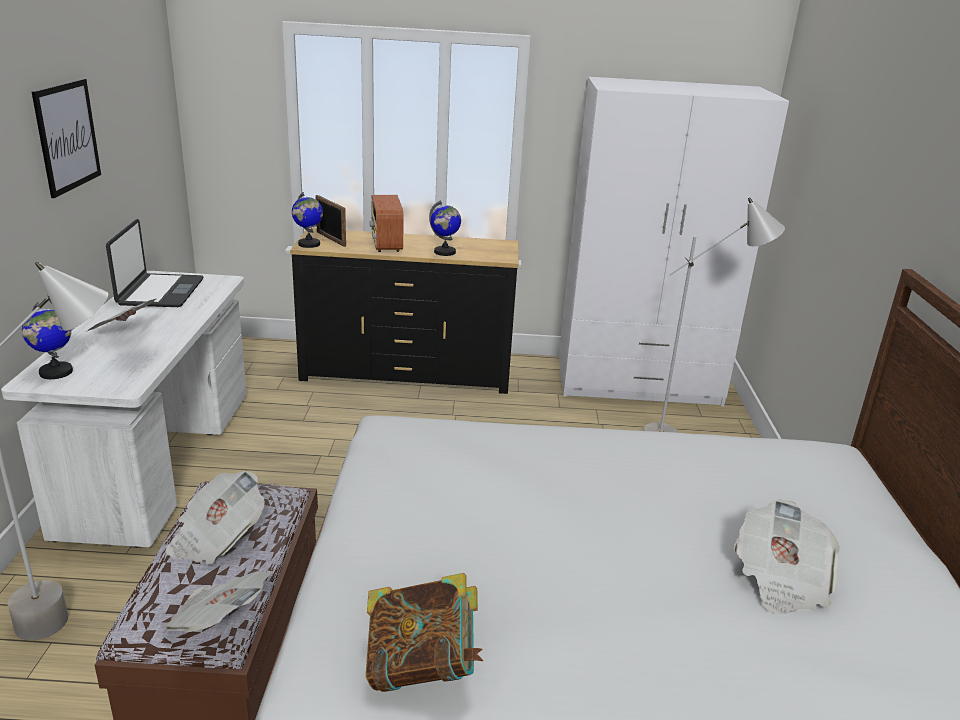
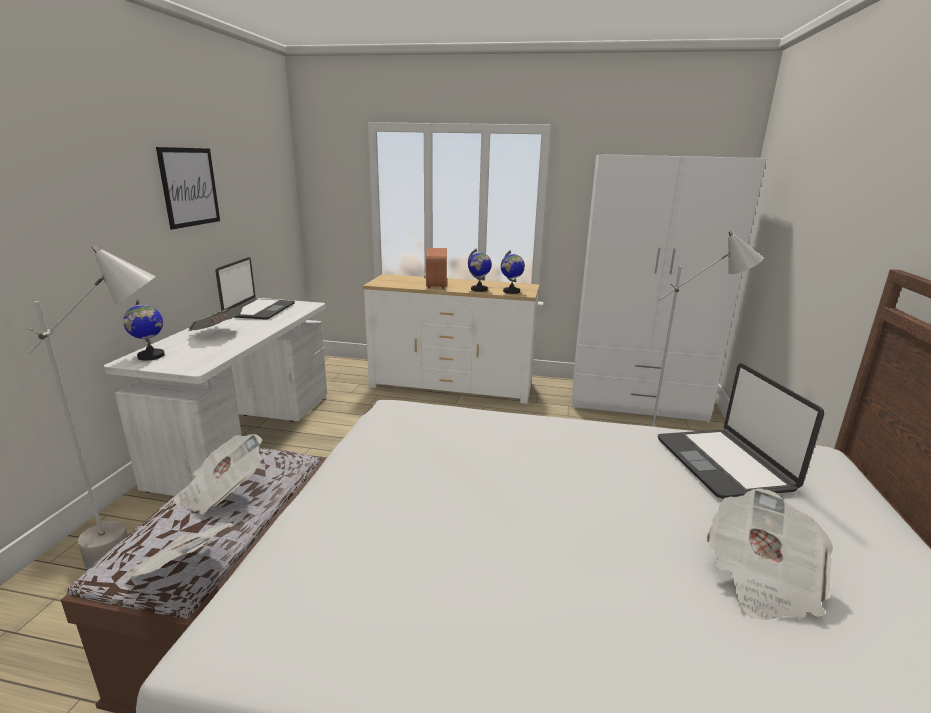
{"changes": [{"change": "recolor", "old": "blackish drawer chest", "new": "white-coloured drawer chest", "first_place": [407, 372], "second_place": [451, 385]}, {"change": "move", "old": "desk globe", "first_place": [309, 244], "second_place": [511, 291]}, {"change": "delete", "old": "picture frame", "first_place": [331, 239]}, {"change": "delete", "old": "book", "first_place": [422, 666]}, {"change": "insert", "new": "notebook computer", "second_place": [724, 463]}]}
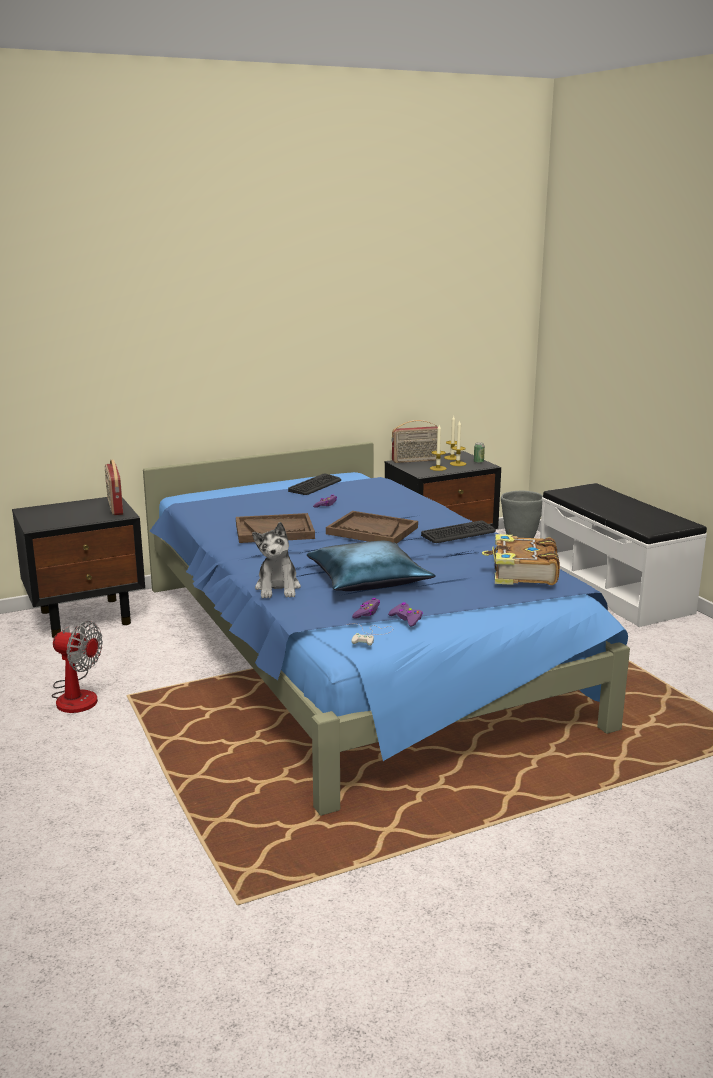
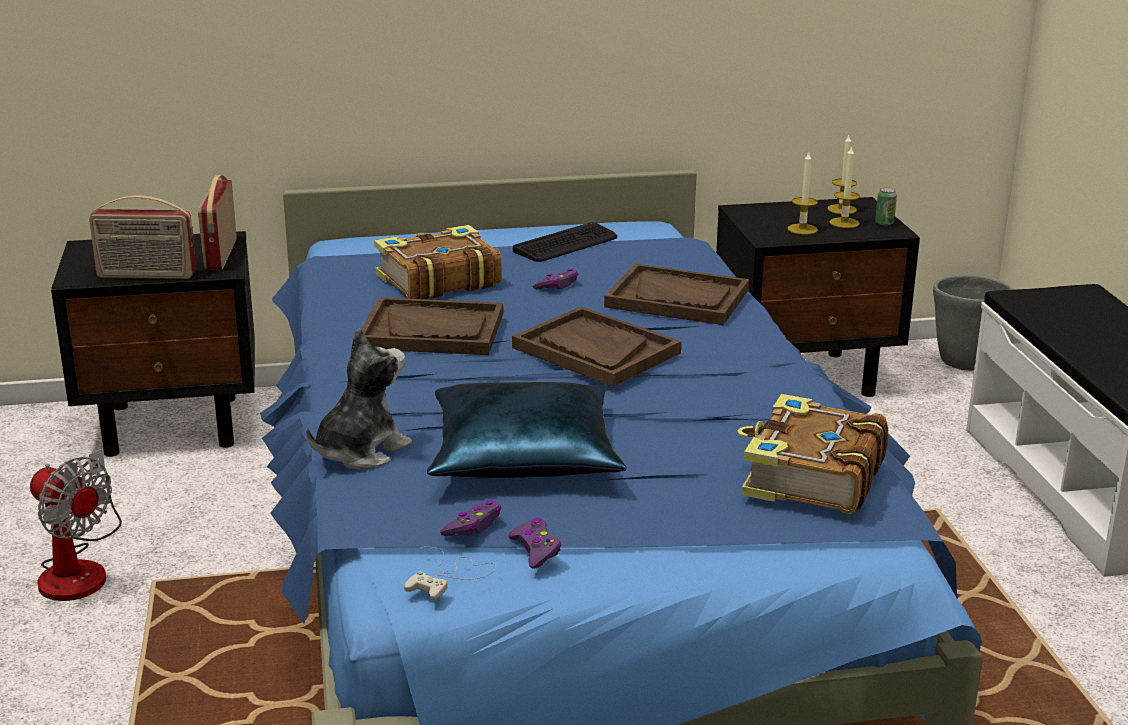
{"changes": [{"change": "rotate", "old": "plush toy", "first_place": [278, 588], "second_place": [360, 451], "degrees": -150}, {"change": "move", "old": "radio", "first_place": [416, 461], "second_place": [146, 276]}, {"change": "delete", "old": "PC keyboard", "first_place": [459, 533]}, {"change": "insert", "new": "book", "second_place": [437, 280]}, {"change": "insert", "new": "brown serving tray", "second_place": [677, 298]}]}
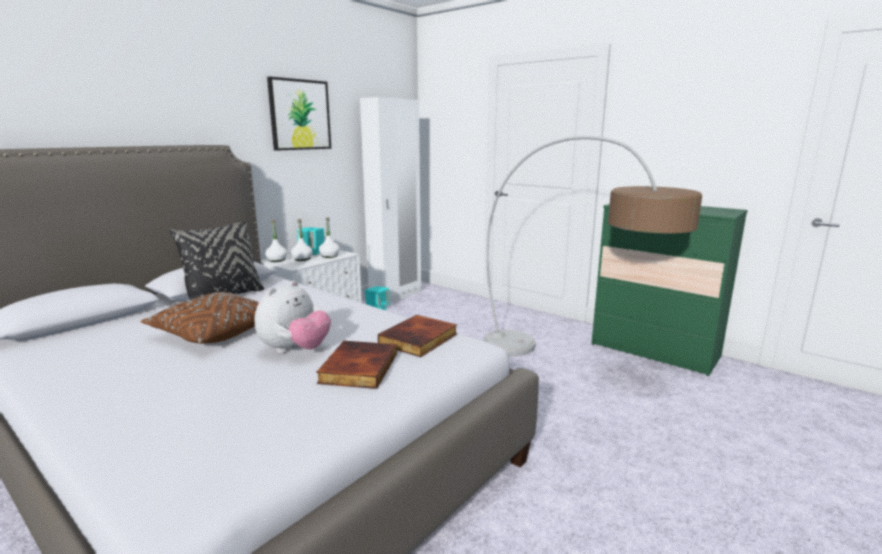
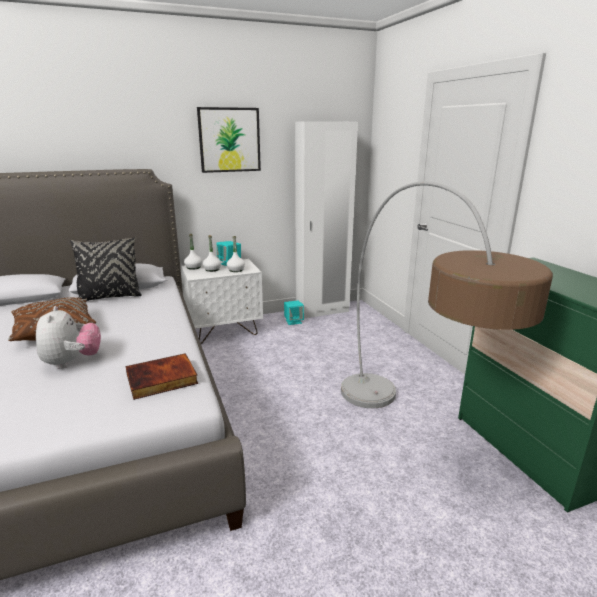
{"changes": [{"change": "rotate", "old": "plush toy", "first_place": [295, 350], "second_place": [72, 362], "degrees": -75}, {"change": "delete", "old": "book", "first_place": [357, 368]}]}
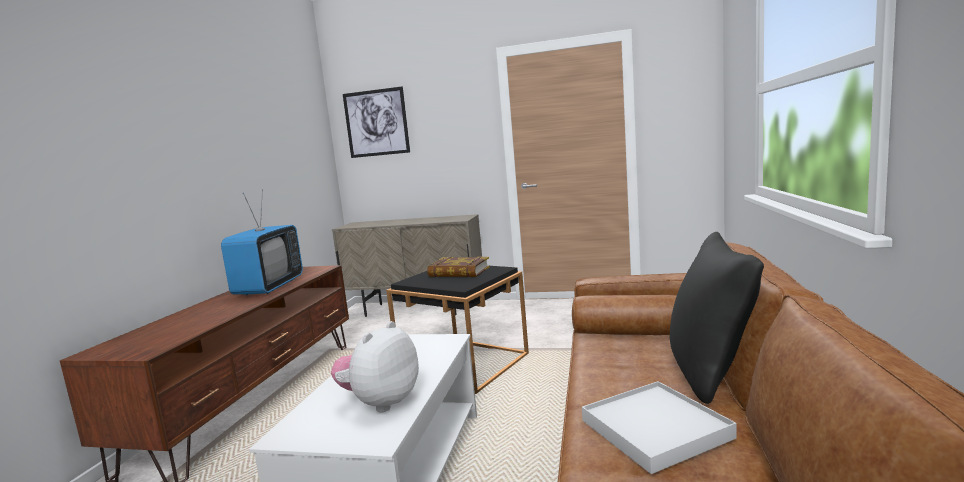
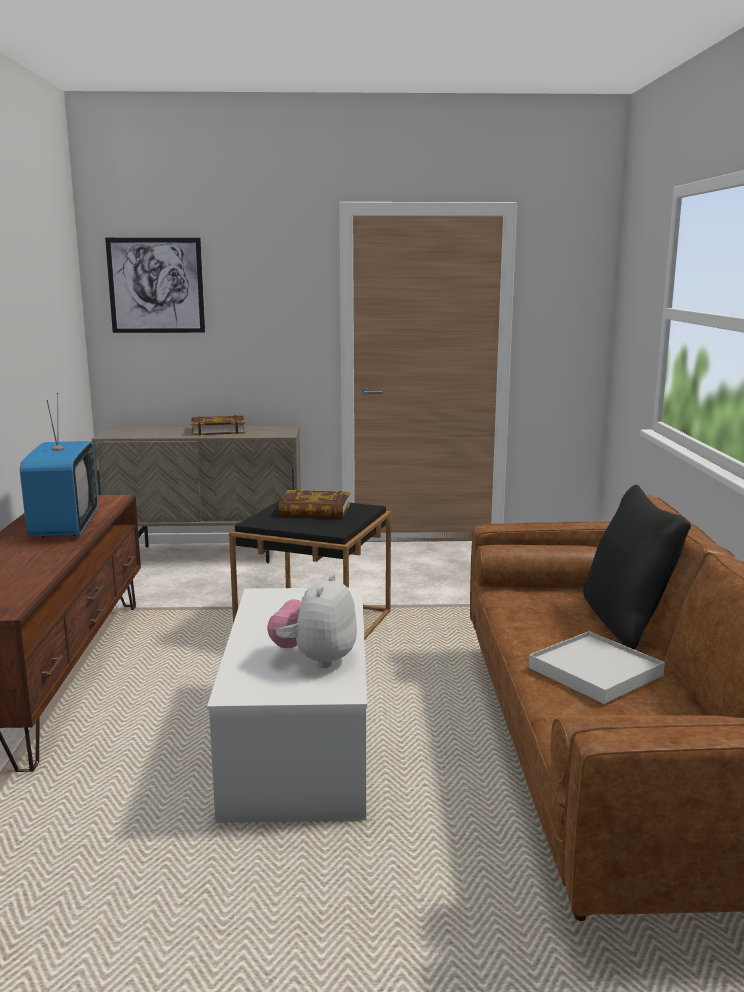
{"changes": [{"change": "insert", "new": "book", "second_place": [218, 430]}]}
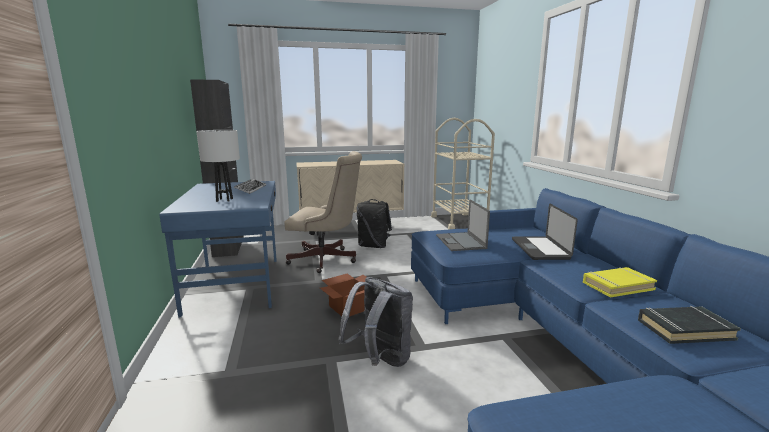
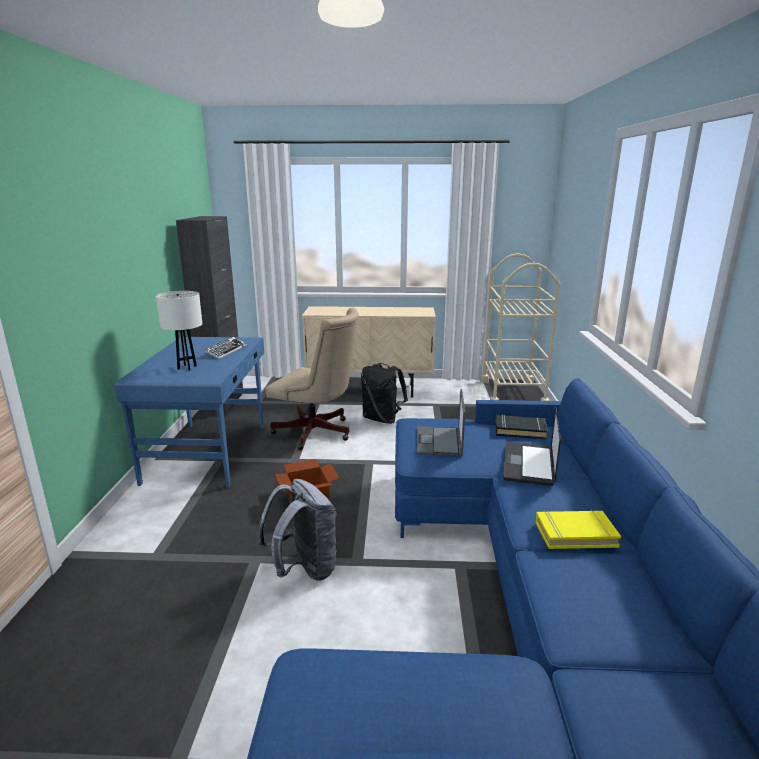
{"changes": [{"change": "move", "old": "blackish book", "first_place": [684, 329], "second_place": [520, 430]}]}
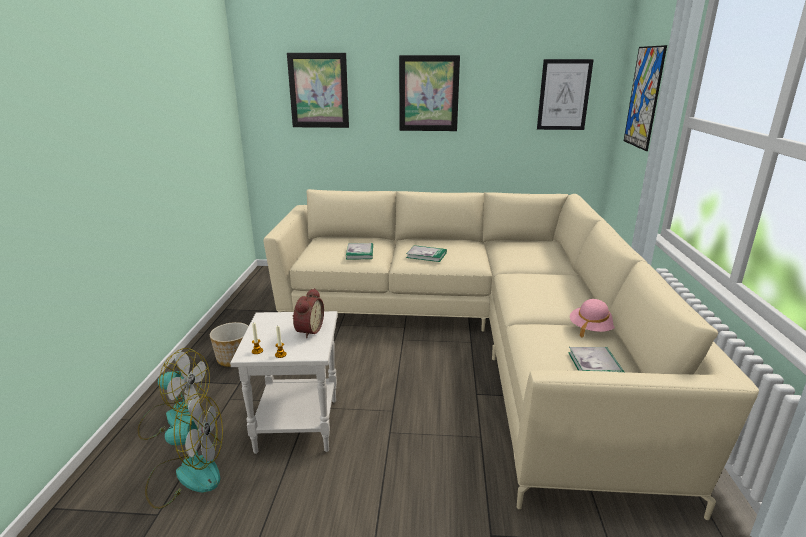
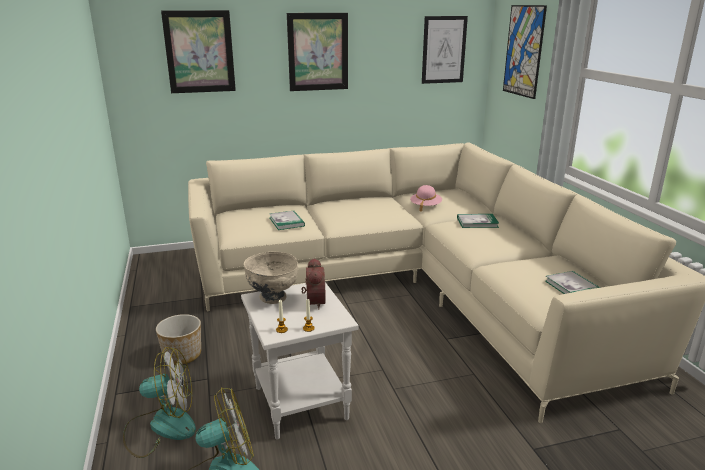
{"changes": [{"change": "move", "old": "book", "first_place": [426, 255], "second_place": [477, 222]}, {"change": "move", "old": "pink wearable hat", "first_place": [591, 328], "second_place": [425, 206]}, {"change": "insert", "new": "beige-coloured serving bowl", "second_place": [273, 298]}]}
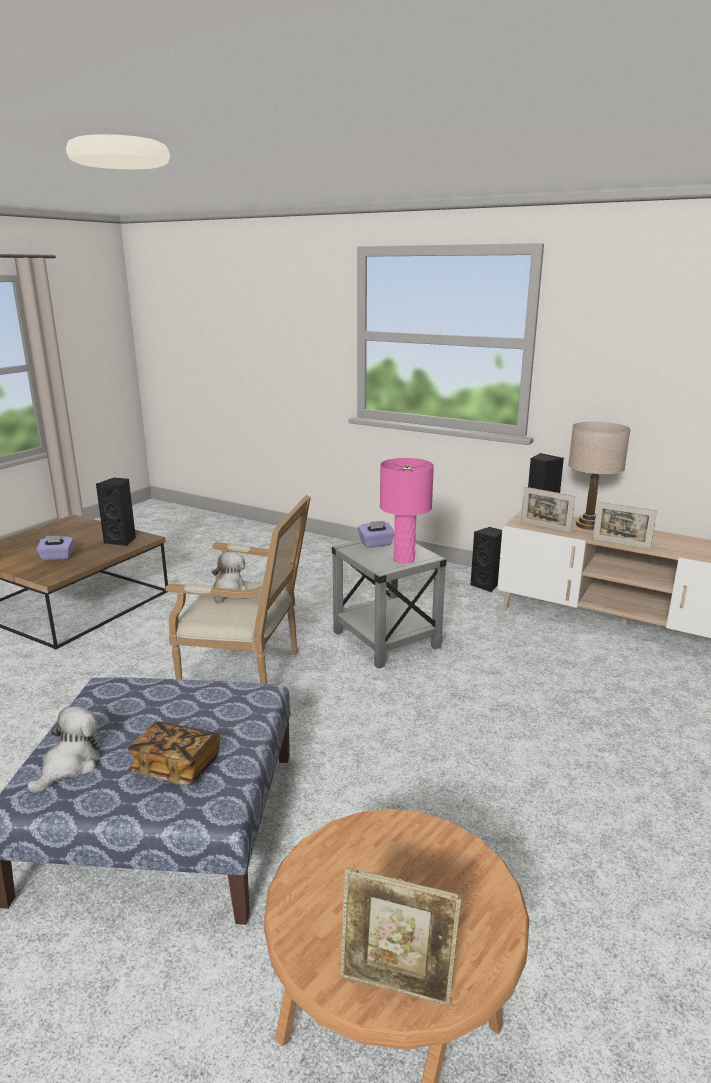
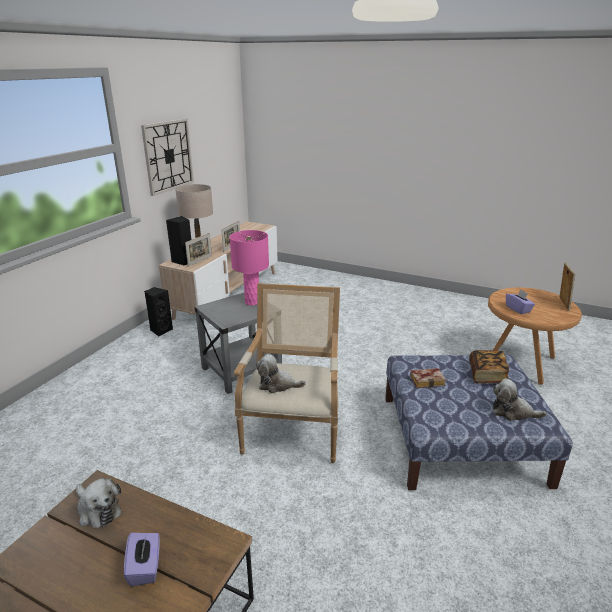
{"changes": [{"change": "replace", "old": "blackish speaker", "new": "plush toy", "first_place": [122, 541], "second_place": [98, 510]}, {"change": "move", "old": "purple tissue holder", "first_place": [376, 544], "second_place": [518, 309]}, {"change": "insert", "new": "hanging clock", "second_place": [168, 156]}, {"change": "insert", "new": "book", "second_place": [428, 380]}]}
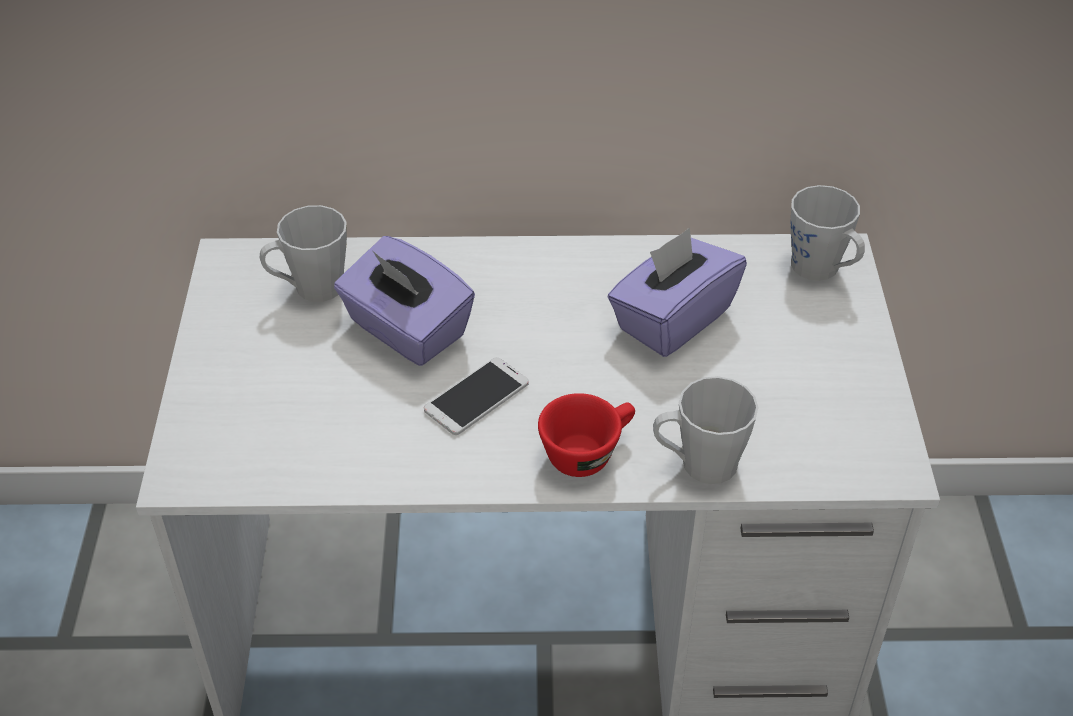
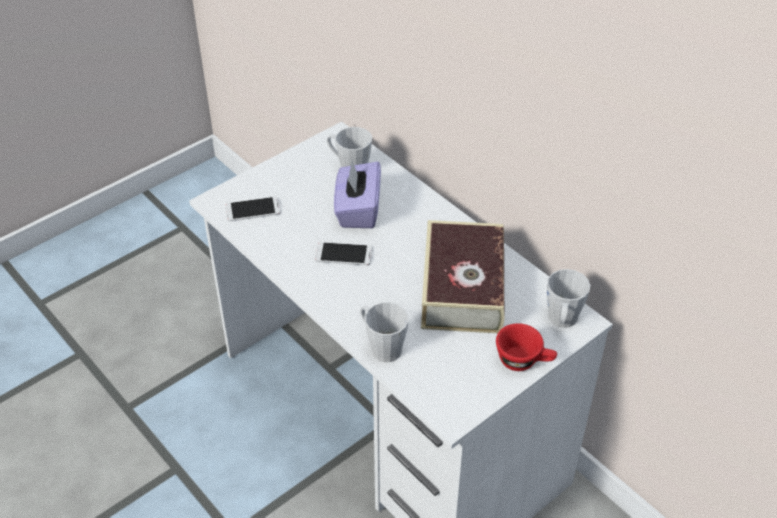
{"changes": [{"change": "move", "old": "red-coloured drinking cup", "first_place": [588, 452], "second_place": [524, 361]}, {"change": "replace", "old": "purple tissue holder", "new": "book", "first_place": [672, 319], "second_place": [463, 287]}, {"change": "insert", "new": "handset", "second_place": [253, 209]}]}
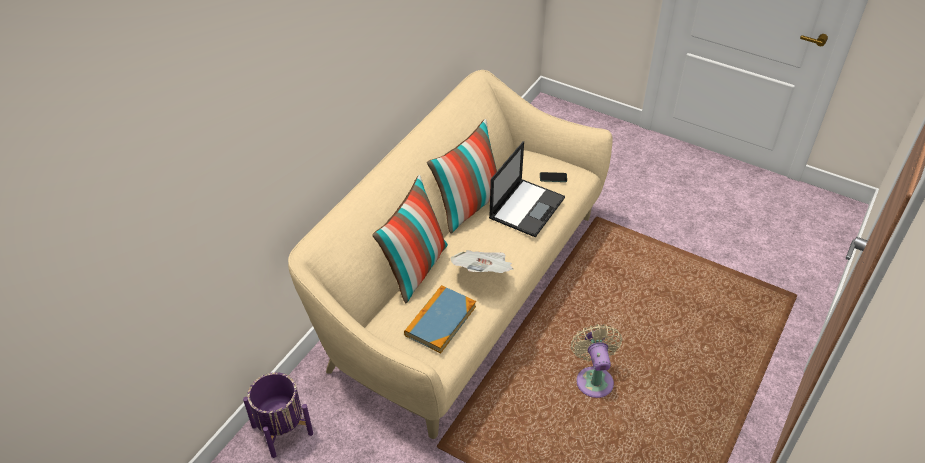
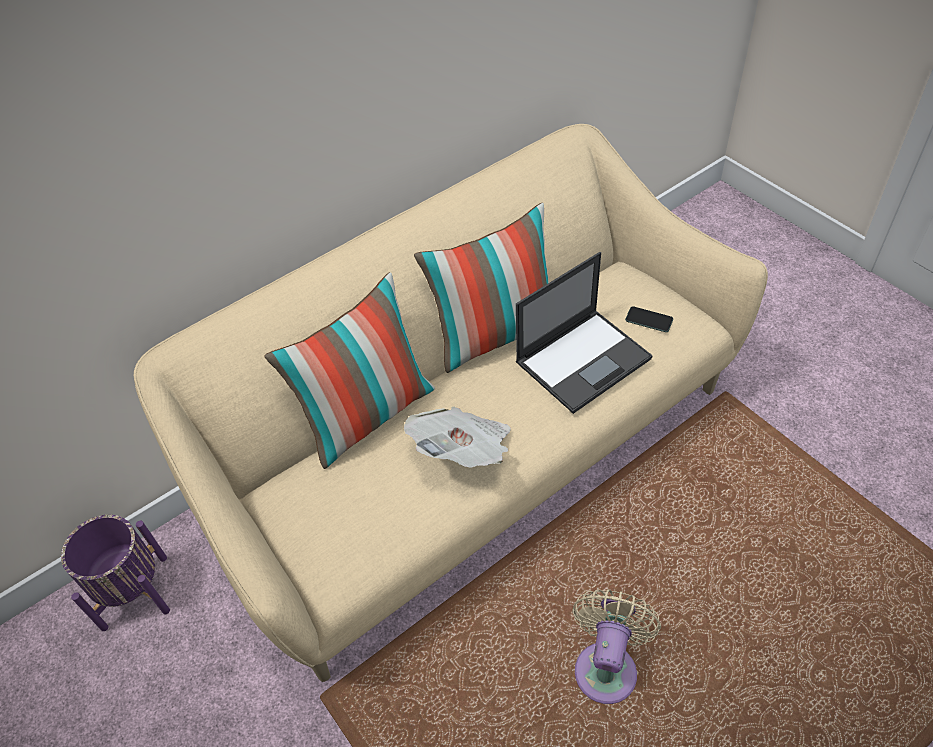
{"changes": [{"change": "delete", "old": "book", "first_place": [440, 320]}]}
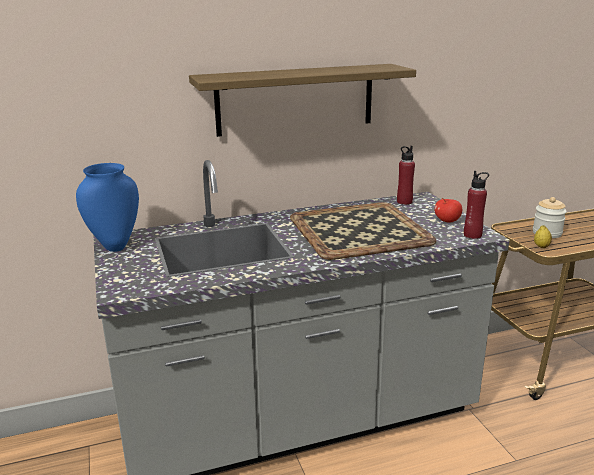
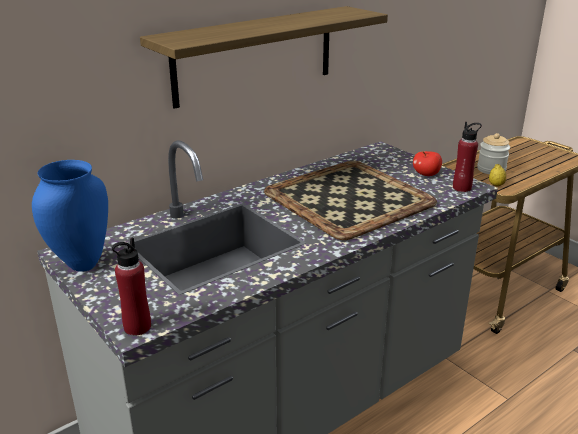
{"changes": [{"change": "move", "old": "red-coloured beverage bottle", "first_place": [404, 202], "second_place": [137, 327]}]}
